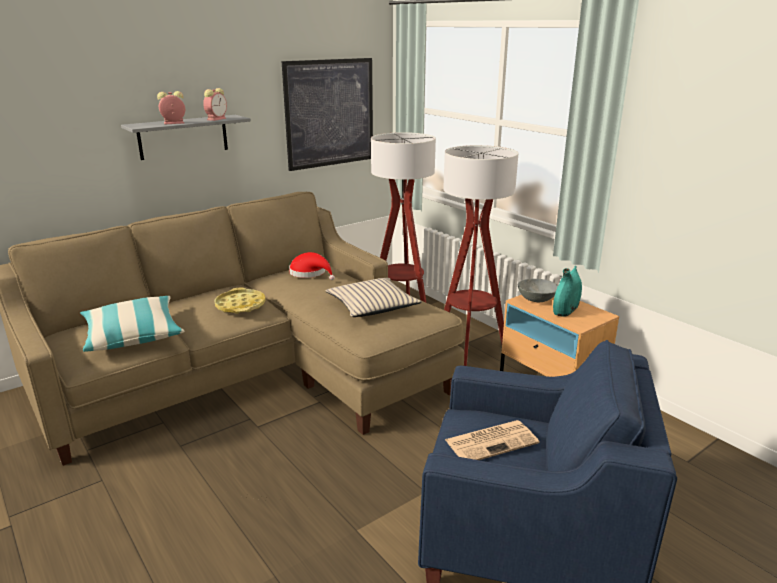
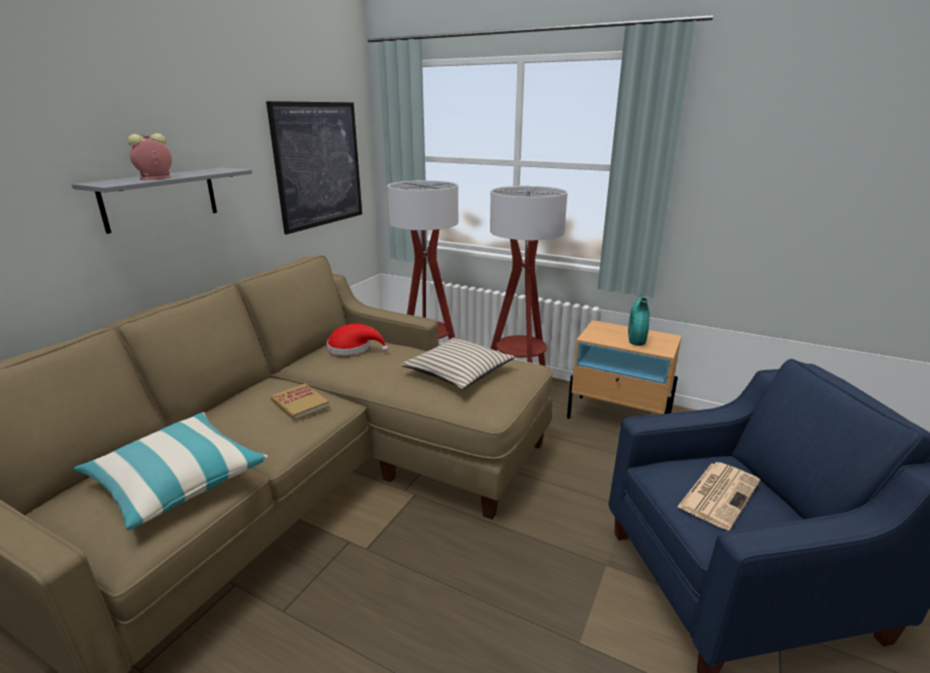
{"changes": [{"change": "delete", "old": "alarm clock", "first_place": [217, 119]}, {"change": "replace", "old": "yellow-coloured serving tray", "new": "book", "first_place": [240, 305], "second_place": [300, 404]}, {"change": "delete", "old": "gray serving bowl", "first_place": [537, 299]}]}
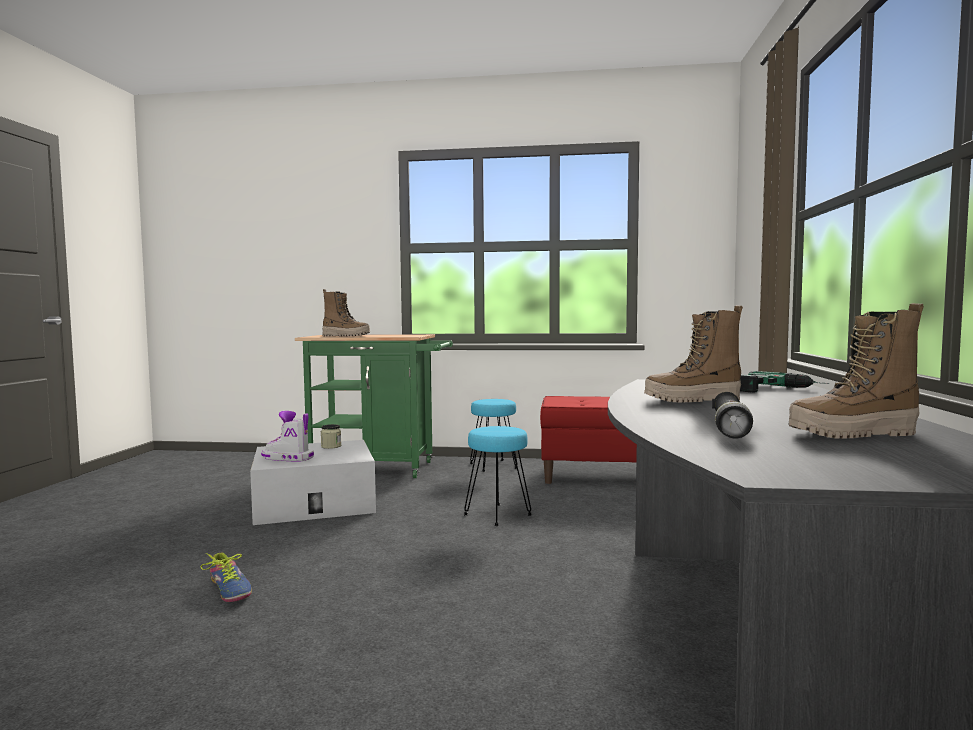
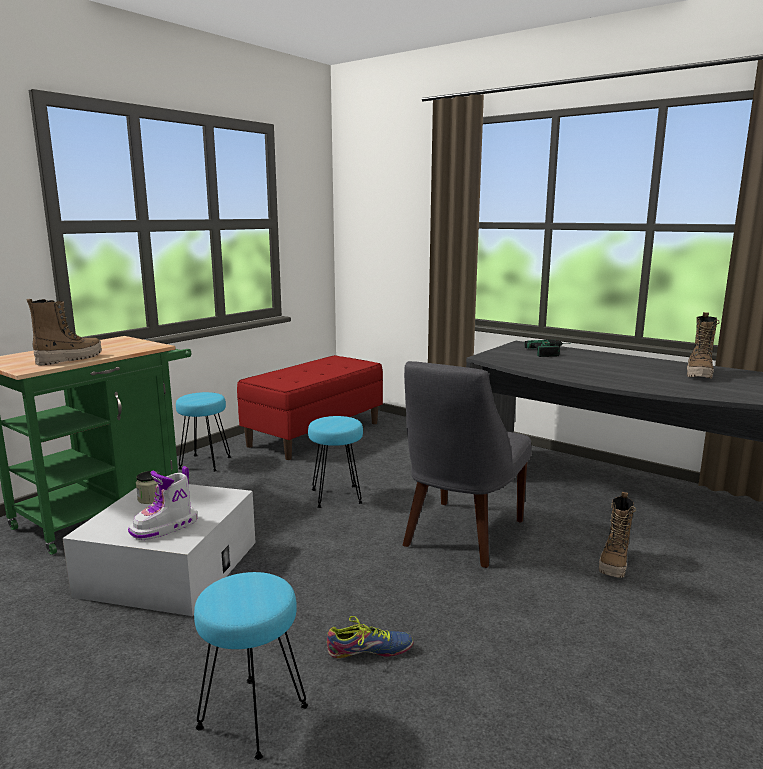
{"changes": [{"change": "move", "old": "high-top boot", "first_place": [692, 401], "second_place": [614, 564]}, {"change": "delete", "old": "blackish torch", "first_place": [730, 428]}, {"change": "insert", "new": "turquoise-coloured sitting stool", "second_place": [252, 716]}, {"change": "insert", "new": "gray chair", "second_place": [460, 535]}]}
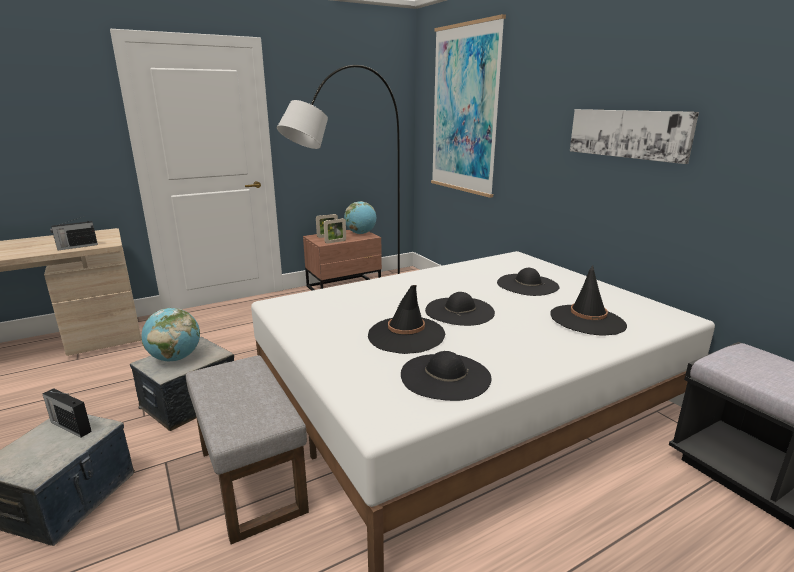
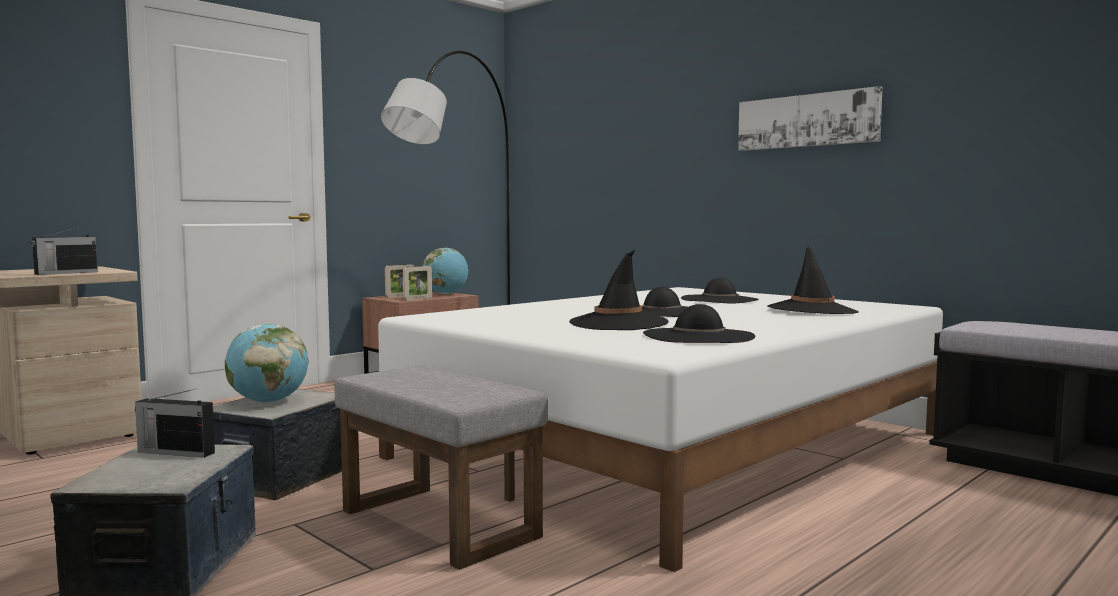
{"changes": [{"change": "delete", "old": "picture", "first_place": [464, 110]}]}
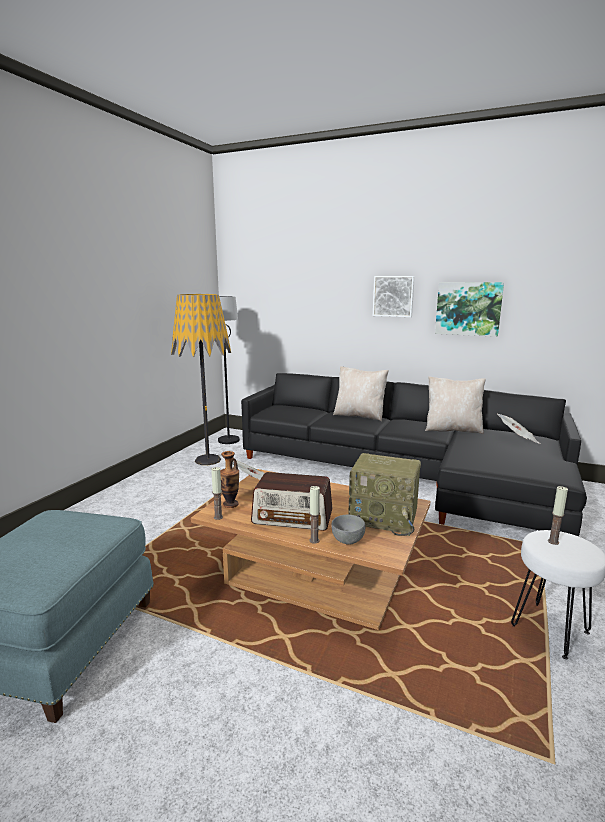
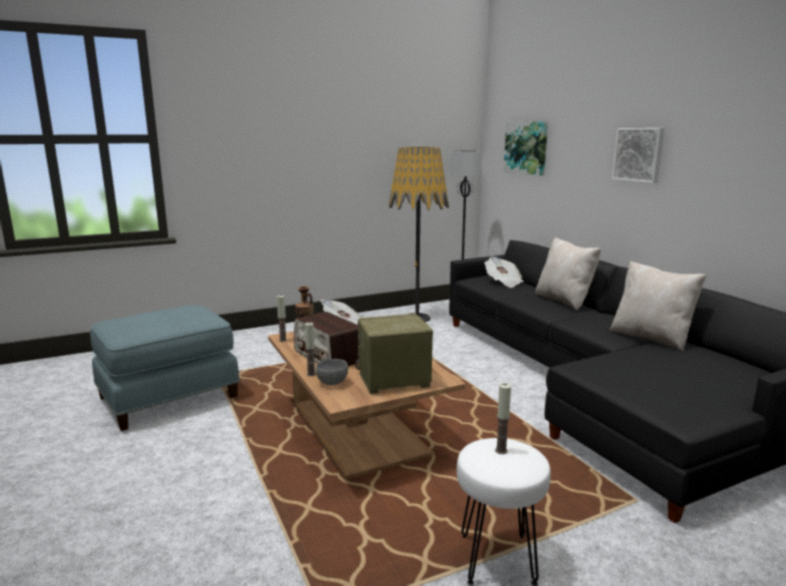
{"changes": [{"change": "rotate", "old": "radio", "first_place": [384, 518], "second_place": [393, 380], "degrees": 105}, {"change": "move", "old": "picture", "first_place": [468, 308], "second_place": [526, 148]}, {"change": "move", "old": "printed paper", "first_place": [517, 439], "second_place": [503, 282]}]}
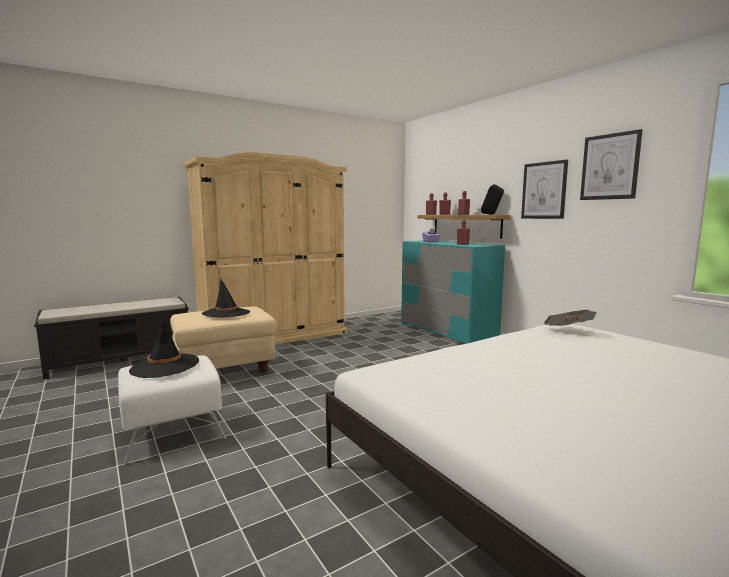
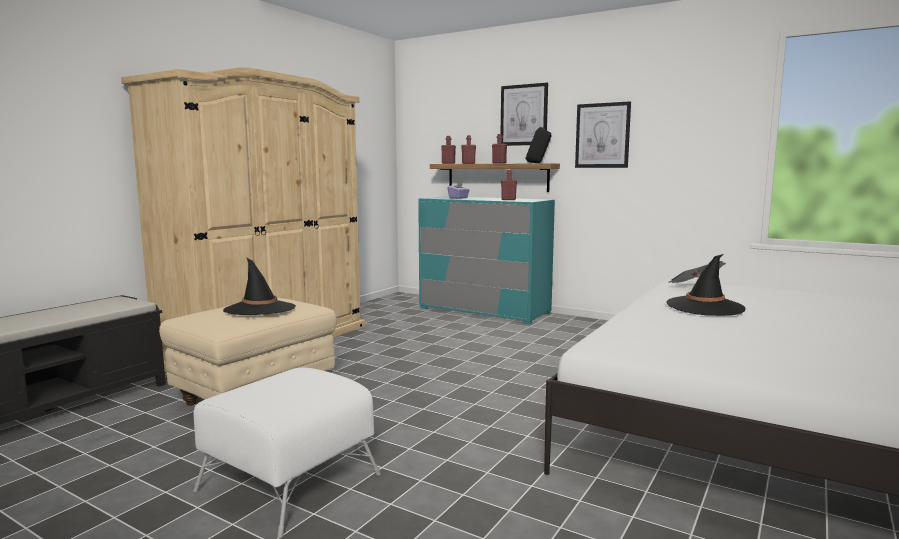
{"changes": [{"change": "move", "old": "blackish wearable hat", "first_place": [165, 366], "second_place": [705, 307]}, {"change": "move", "old": "picture", "first_place": [610, 167], "second_place": [524, 115]}]}
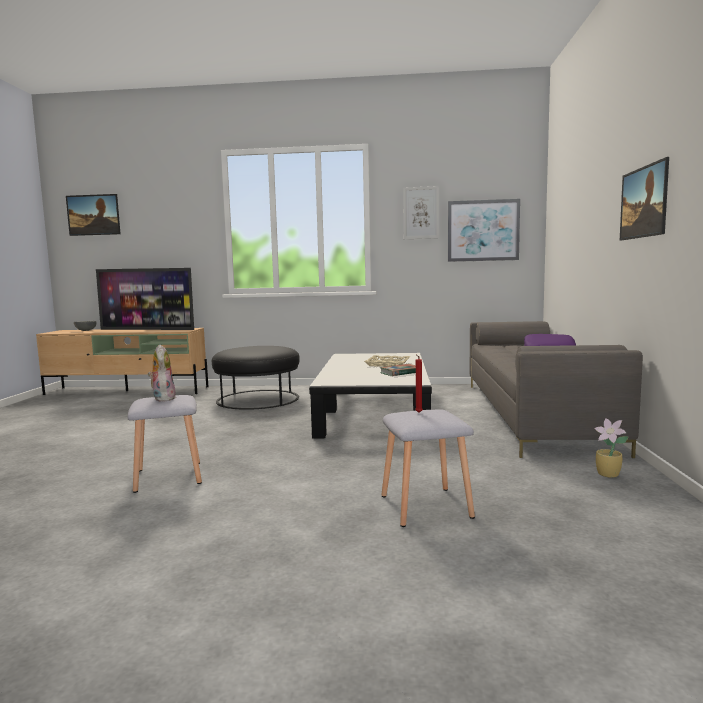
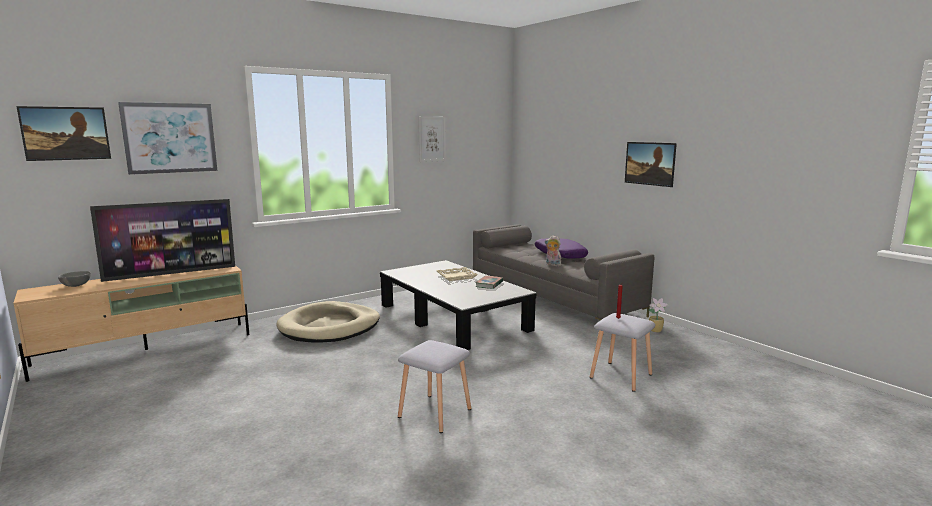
{"changes": [{"change": "move", "old": "plush toy", "first_place": [162, 398], "second_place": [552, 265]}, {"change": "replace", "old": "blackish pouffe", "new": "beige-coloured dog cushion", "first_place": [258, 399], "second_place": [330, 327]}, {"change": "move", "old": "picture", "first_place": [483, 230], "second_place": [170, 138]}]}
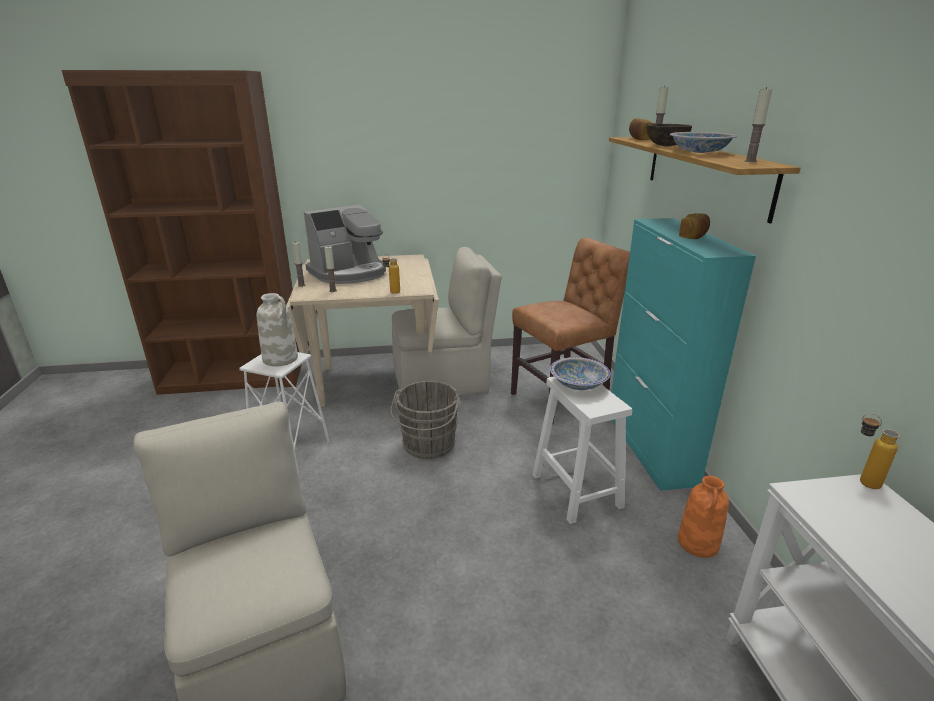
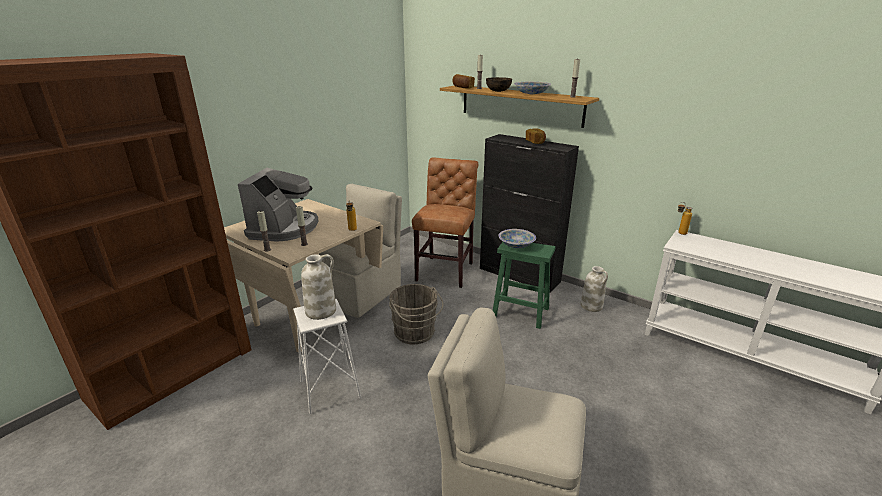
{"changes": [{"change": "recolor", "old": "white-coloured sitting stool", "new": "green-coloured sitting stool", "first_place": [575, 490], "second_place": [519, 312]}, {"change": "recolor", "old": "turquoise-coloured cabinet", "new": "blackish cabinet", "first_place": [650, 447], "second_place": [519, 275]}, {"change": "recolor", "old": "orangey decorative vase", "new": "white-coloured decorative vase", "first_place": [698, 543], "second_place": [592, 306]}]}
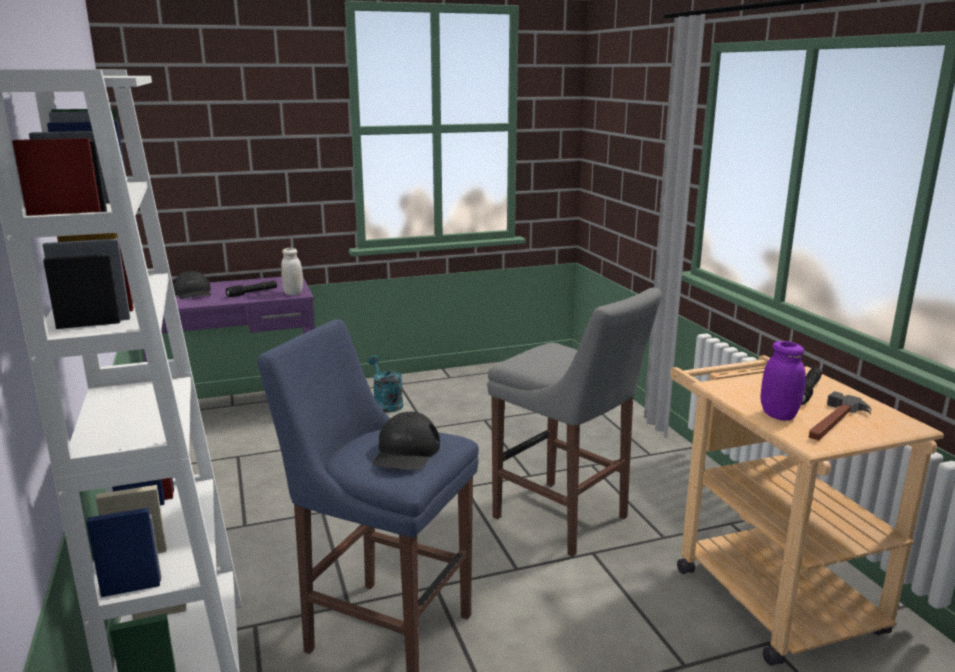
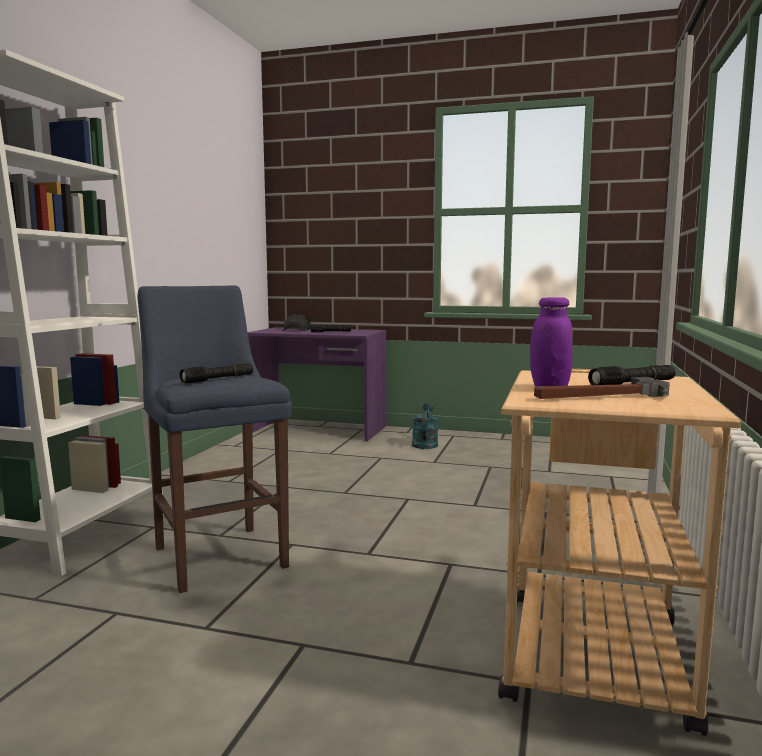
{"changes": [{"change": "delete", "old": "white-coloured jar", "first_place": [293, 293]}, {"change": "replace", "old": "blackish peaked cap", "new": "blackish torch", "first_place": [406, 452], "second_place": [218, 379]}, {"change": "delete", "old": "gray sitting stool", "first_place": [565, 520]}]}
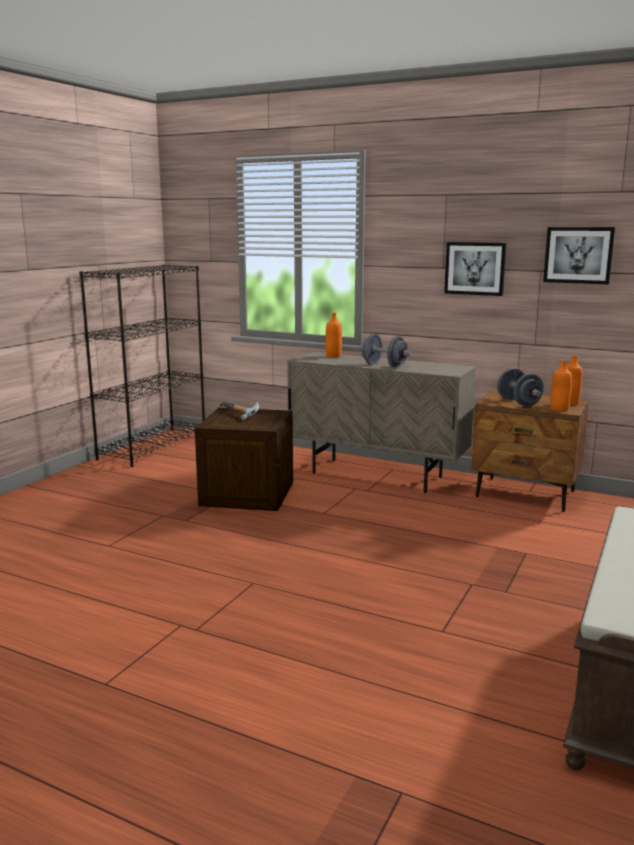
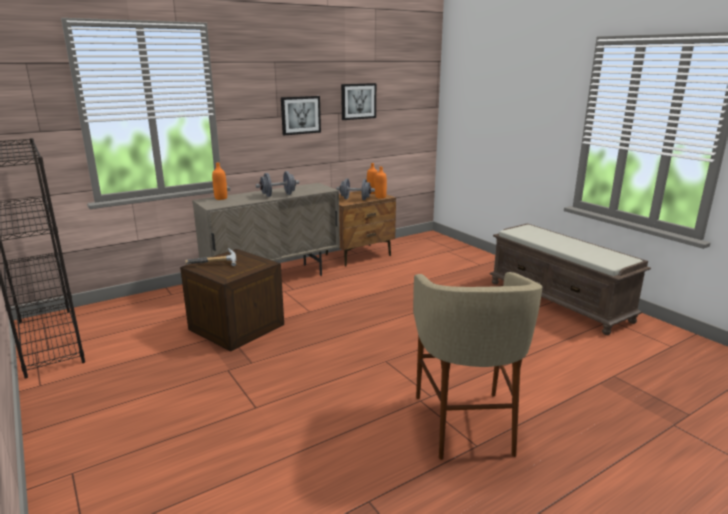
{"changes": [{"change": "insert", "new": "beige-coloured sitting stool", "second_place": [465, 424]}]}
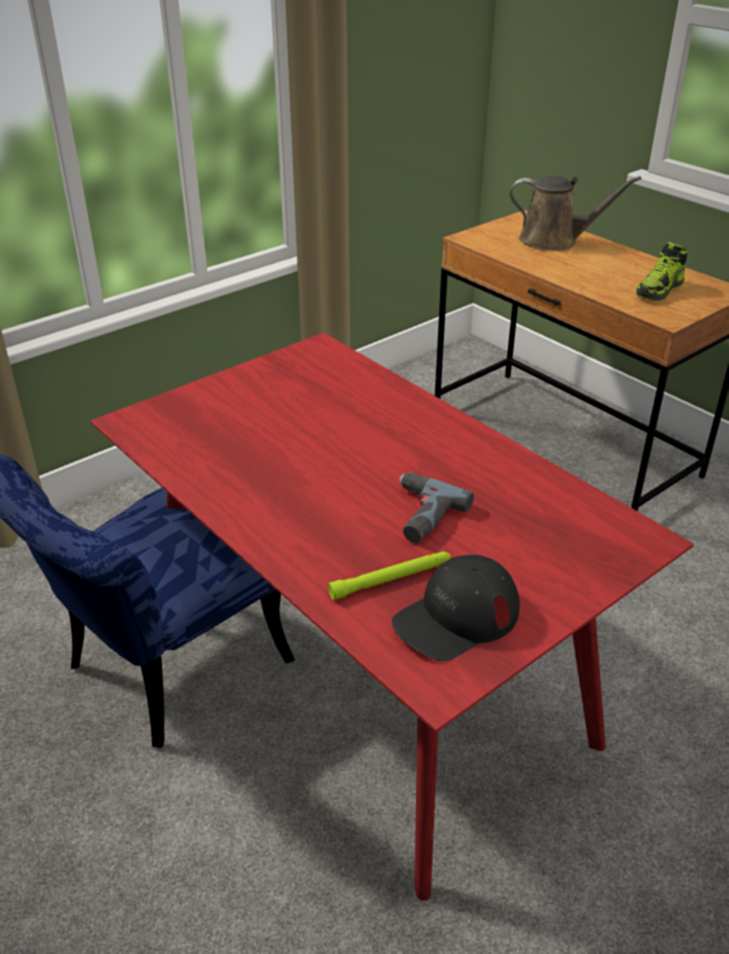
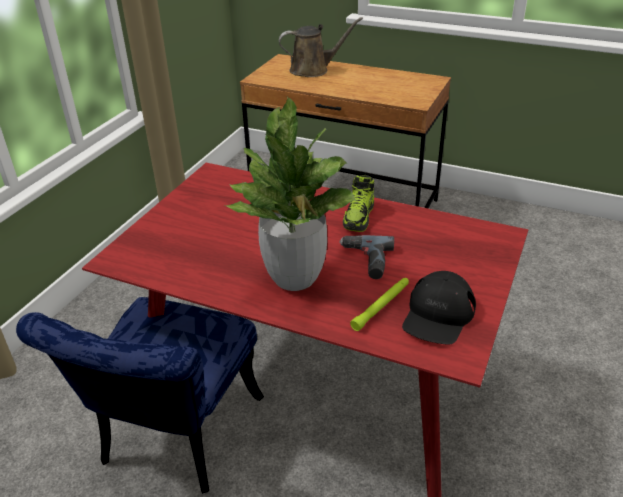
{"changes": [{"change": "move", "old": "low shoe", "first_place": [659, 291], "second_place": [359, 217]}, {"change": "insert", "new": "potted plant", "second_place": [295, 278]}]}
